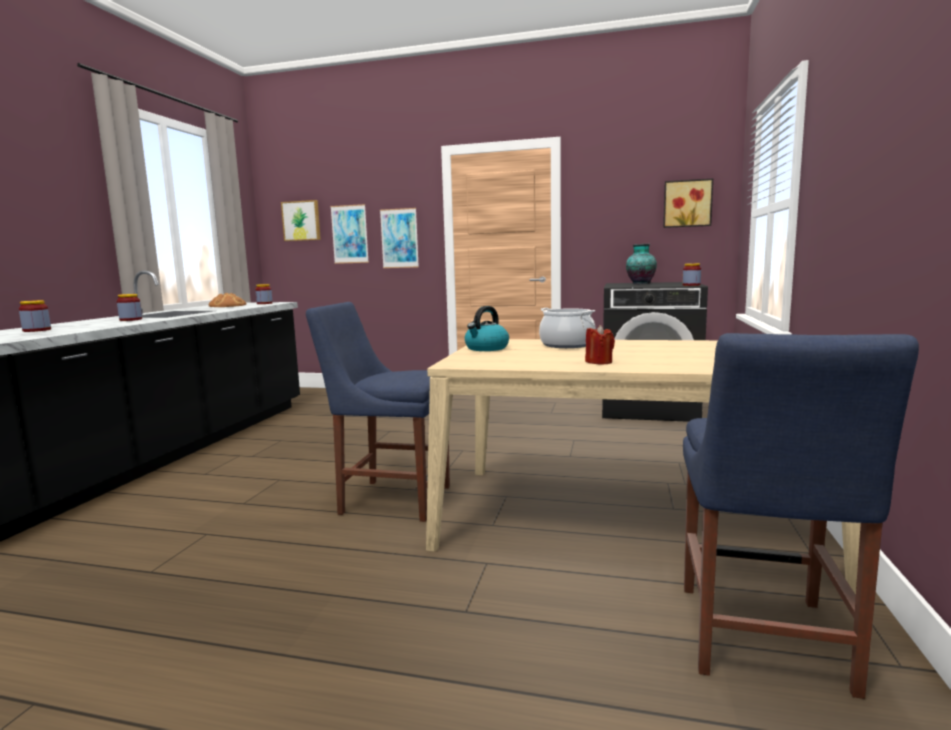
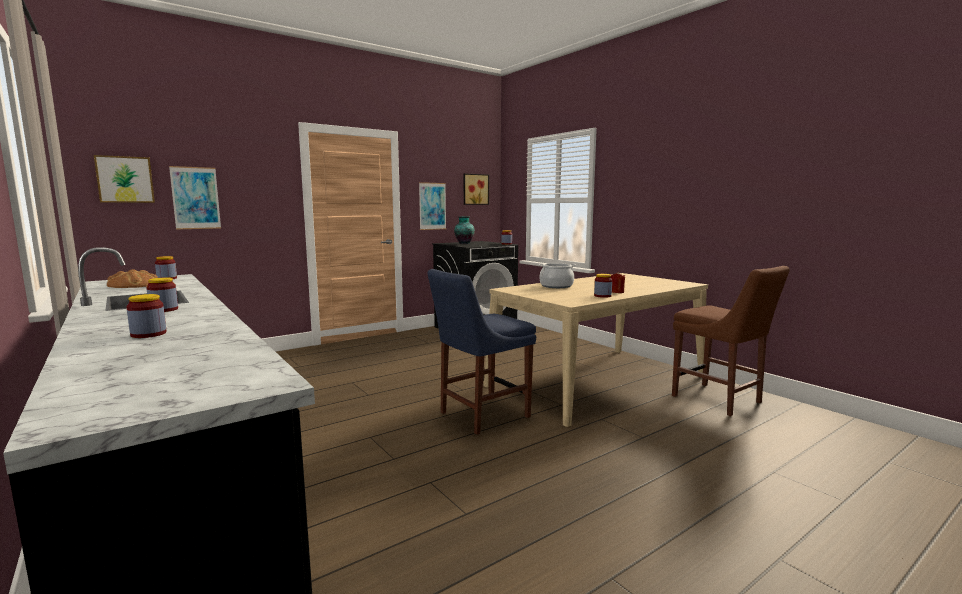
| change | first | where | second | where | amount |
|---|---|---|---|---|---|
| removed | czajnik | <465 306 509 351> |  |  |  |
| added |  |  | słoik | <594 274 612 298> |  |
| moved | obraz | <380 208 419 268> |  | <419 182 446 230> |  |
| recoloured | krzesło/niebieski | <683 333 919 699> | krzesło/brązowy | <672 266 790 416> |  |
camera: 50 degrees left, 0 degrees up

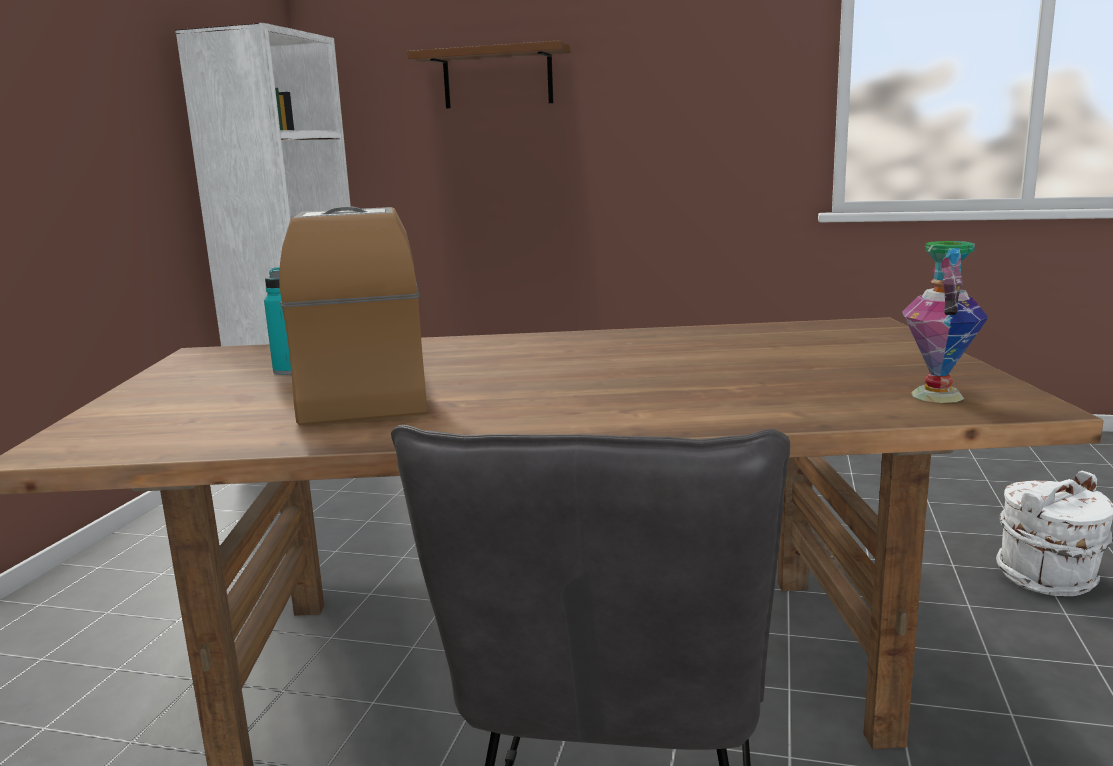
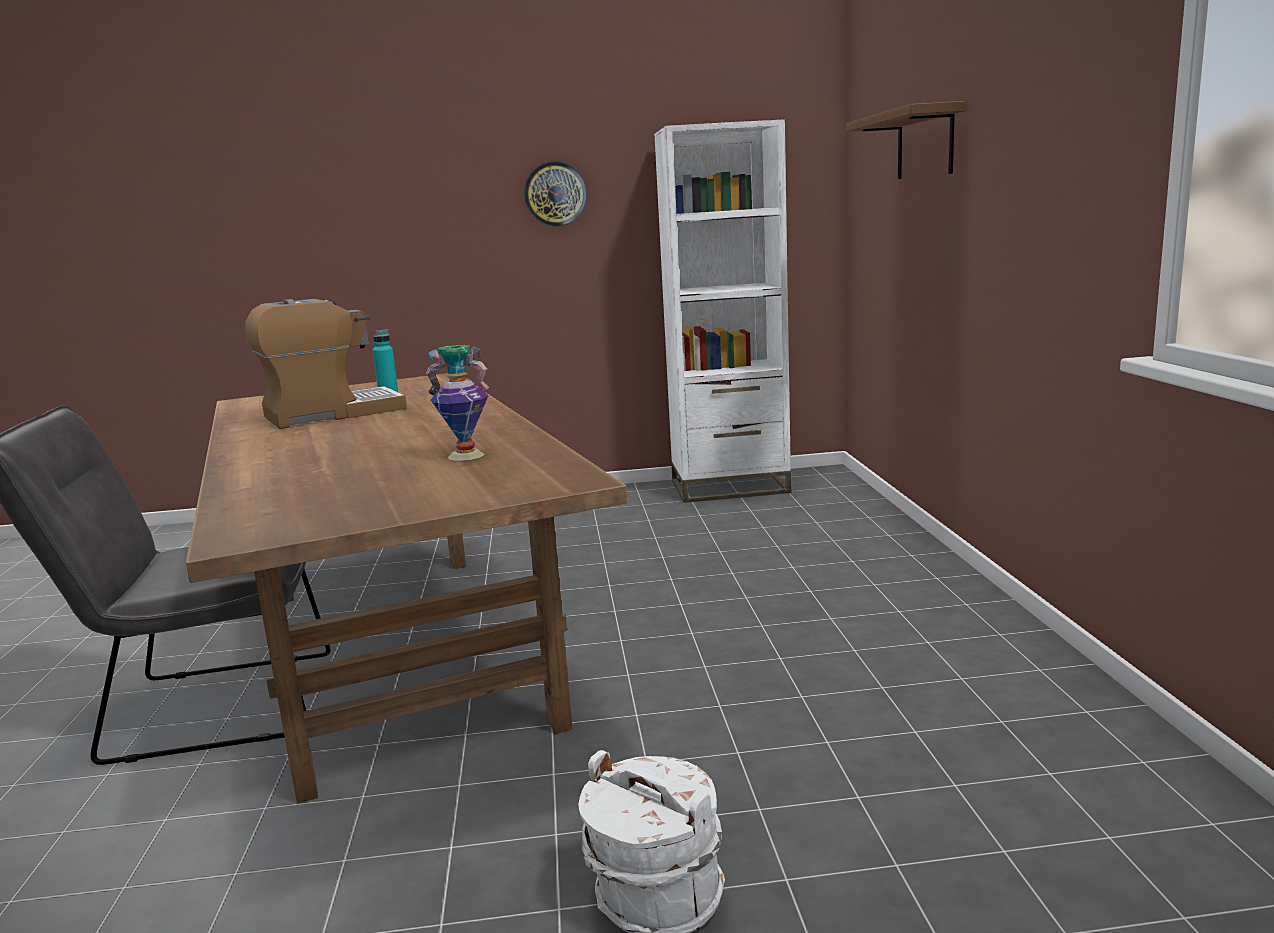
| change | first | where | second | where | amount |
|---|---|---|---|---|---|
| added |  |  | zegar ścienny | <524 161 587 227> |  |
| moved | wazon | <902 241 988 403> |  | <425 345 489 461> |  |
camera: 70 degrees right, 0 degrees up

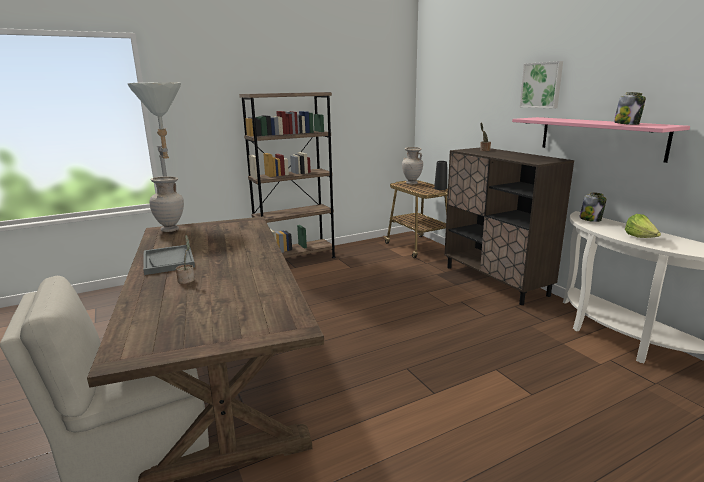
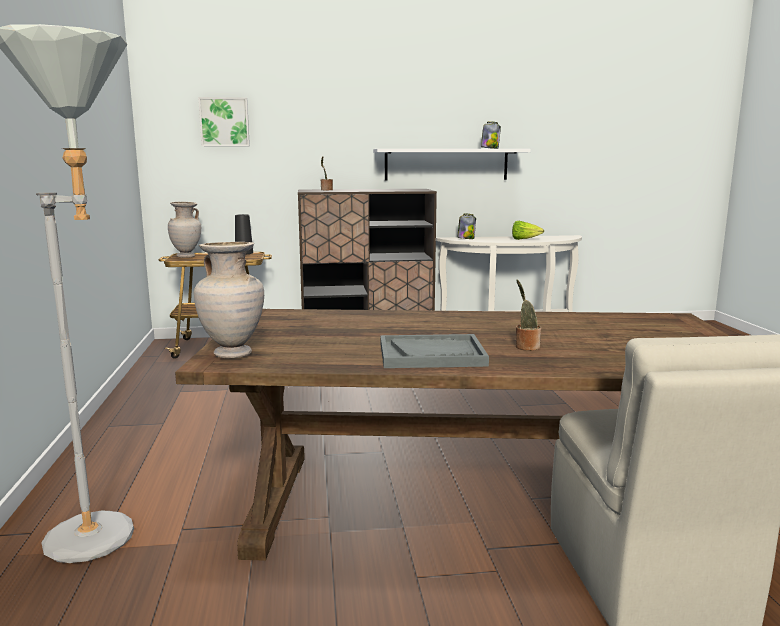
| change | first | where | second | where | amount |
|---|---|---|---|---|---|
| removed | regał/brązowy | <239 92 336 258> |  |  |  |
| moved | obraz | <520 61 563 108> |  | <198 97 250 146> |  |
| recoloured | półka/różowy | <512 117 690 163> | półka/biały | <373 149 531 180> |  |
camera: 70 degrees left, 5 degrees down

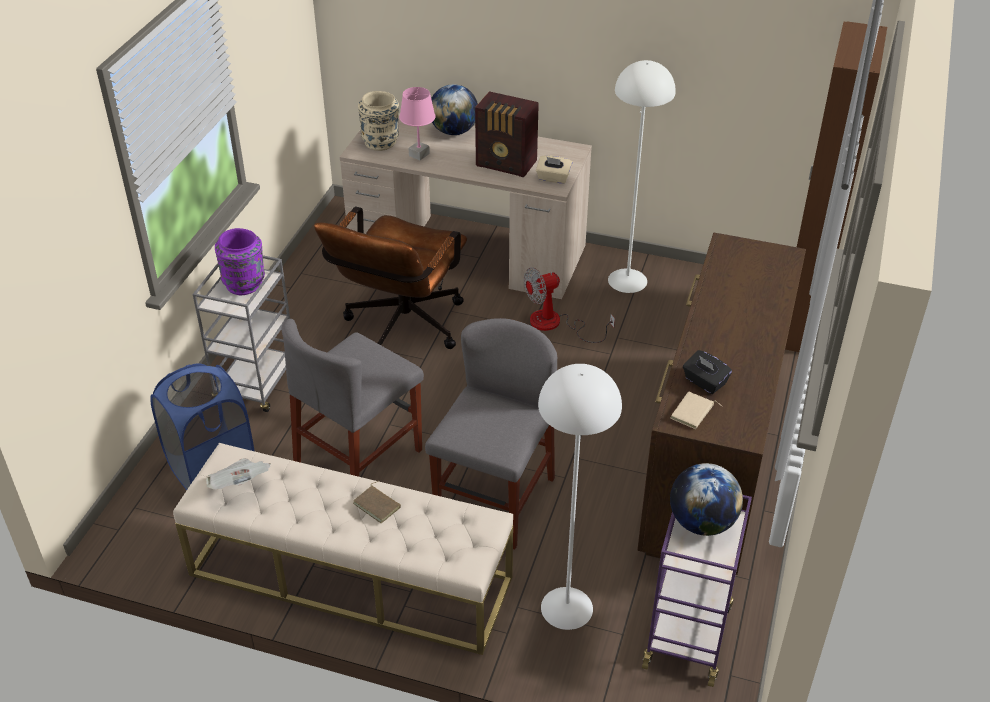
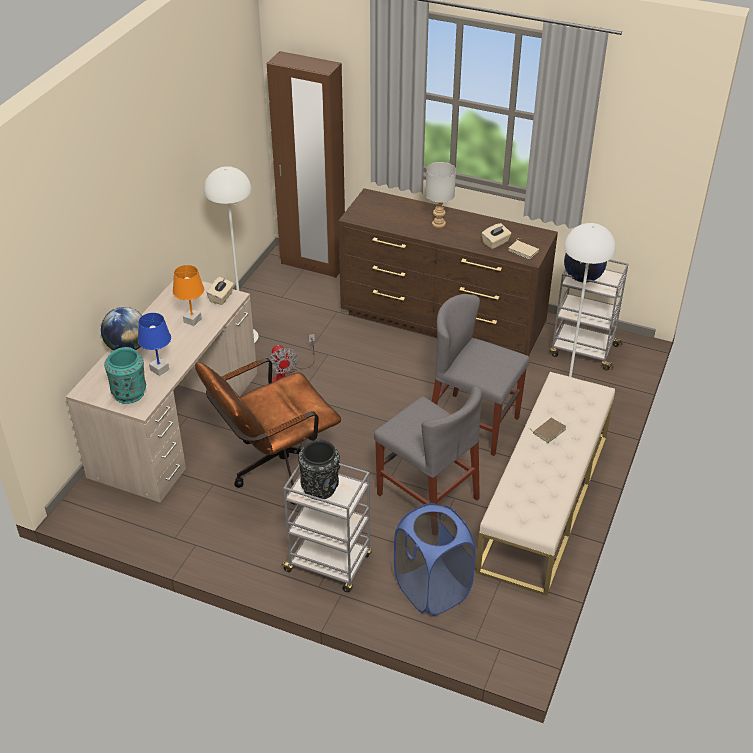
| change | first | where | second | where | amount |
|---|---|---|---|---|---|
| removed | gazeta | <206 458 271 490> |  |  |  |
| added |  |  | lampa stołowa/szary | <426 162 456 228> |  |
| replaced | radio | <475 91 539 177> | lampa stołowa/pomarańczowy | <173 265 204 326> |  |
| recoloured | wazon/fioletowy | <215 228 265 295> | wazon/czarny | <298 440 340 500> |  |
| recoloured | wazon/beżowy | <358 91 399 151> | wazon/turkusowy | <104 347 146 404> |  |
| recoloured | lampa stołowa/różowy | <399 87 436 160> | lampa stołowa/niebieski | <138 313 171 376> |  |
| recoloured | wózek/fioletowy | <642 495 752 687> | wózek/szary | <550 260 628 370> |  |
| recoloured | pudełko chusteczek/czarny | <683 350 732 394> | pudełko chusteczek/beżowy | <481 223 511 249> |  |
| turned | krzesło biurowe/brązowy | <314 207 467 349> |  | <195 358 341 504> | 120 degrees clockwise |
camera: 85 degrees left, 0 degrees up

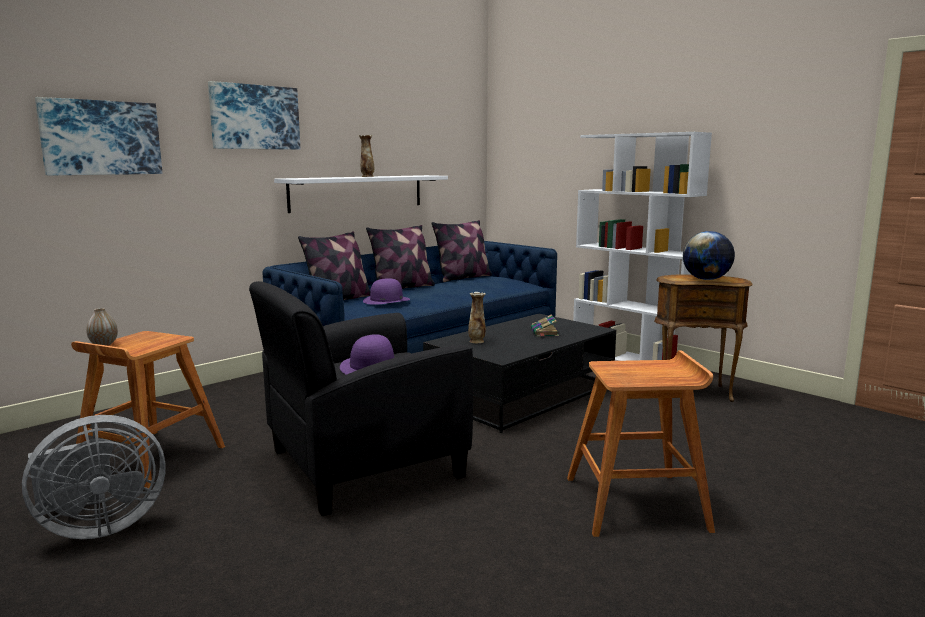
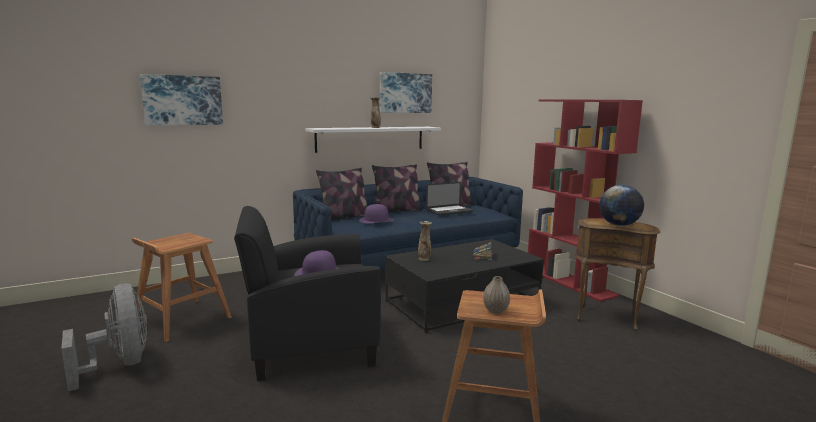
| change | first | where | second | where | amount |
|---|---|---|---|---|---|
| added |  |  | laptop | <426 182 473 216> |  |
| moved | wazon | <86 308 118 346> |  | <483 276 510 314> |  |
| moved | obraz | <208 81 300 150> |  | <380 72 432 113> |  |
| recoloured | regał/biały | <573 132 712 361> | regał/czerwony | <528 99 643 302> |  |
| turned | wentylator/szary | <22 415 165 539> |  | <61 284 147 391> | 105 degrees counterclockwise |
camera: 15 degrees right, 0 degrees up

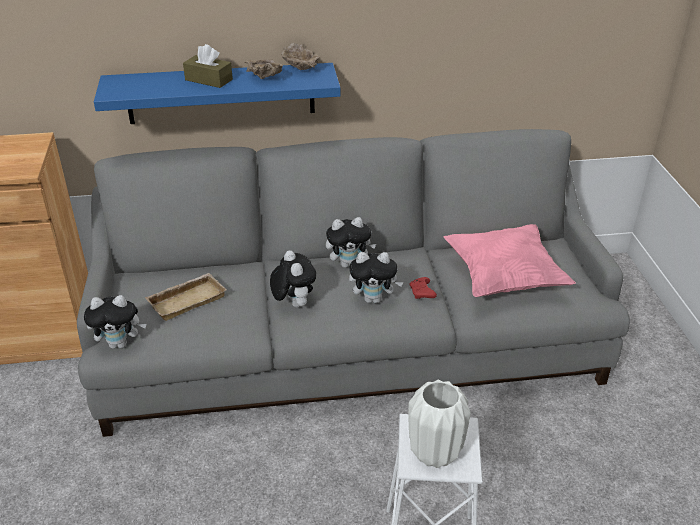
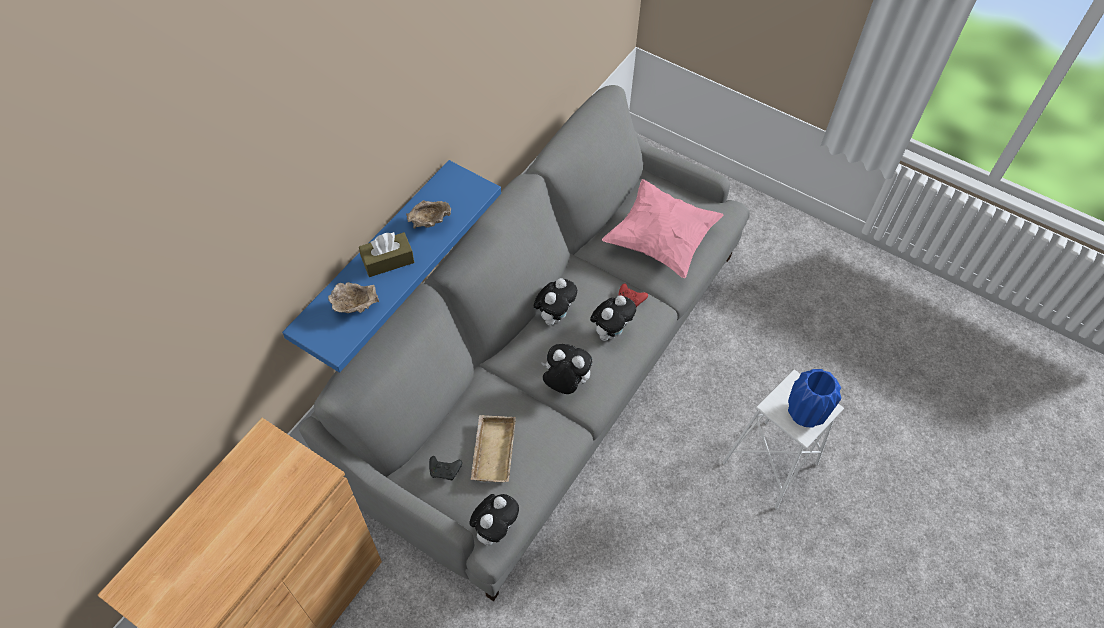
| change | first | where | second | where | amount |
|---|---|---|---|---|---|
| added |  |  | pad do gier/czarny | <429 456 462 481> |  |
| moved | miska/beżowy | <281 43 321 70> |  | <328 282 379 313> |  |
| recoloured | wazon/biały | <408 380 471 468> | wazon/niebieski | <788 369 841 428> |  |
camera: 50 degrees left, 20 degrees up

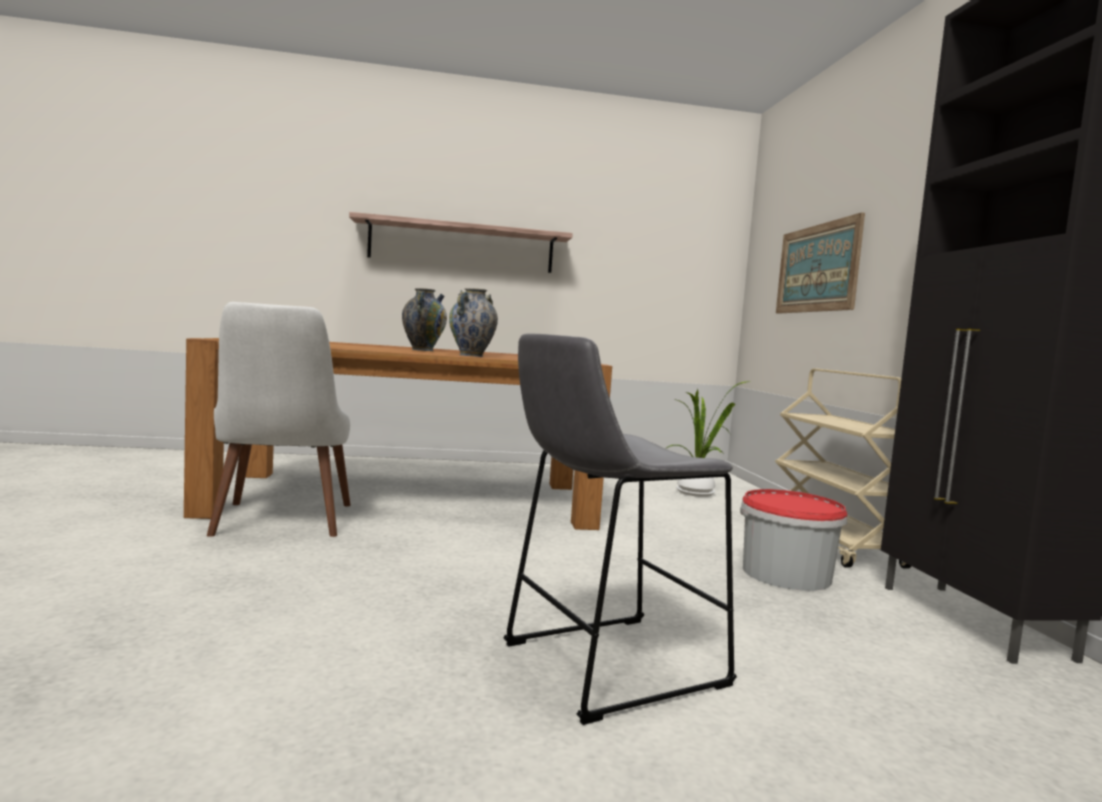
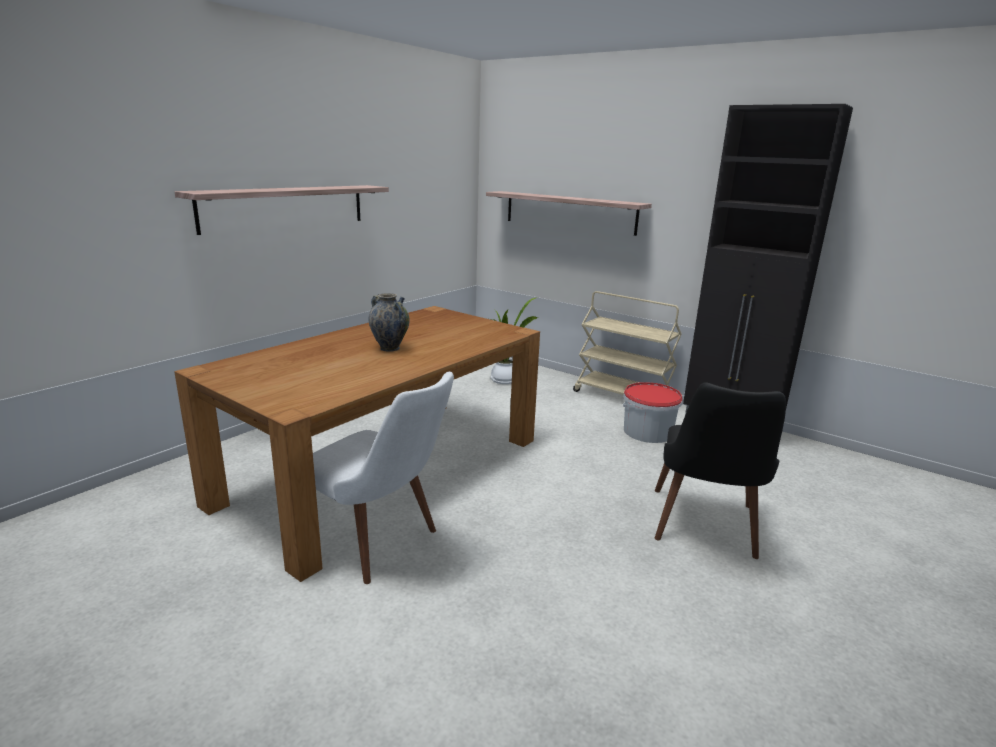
| change | first | where | second | where | amount |
|---|---|---|---|---|---|
| removed | wazon | <449 288 498 357> |  |  |  |
| replaced | stołek/szary | <503 333 737 725> | krzesło/czarny | <655 382 786 559> |  |
| replaced | obraz | <776 212 865 314> | półka | <486 191 652 236> |  |
camera: 45 degrees left, 15 degrees up

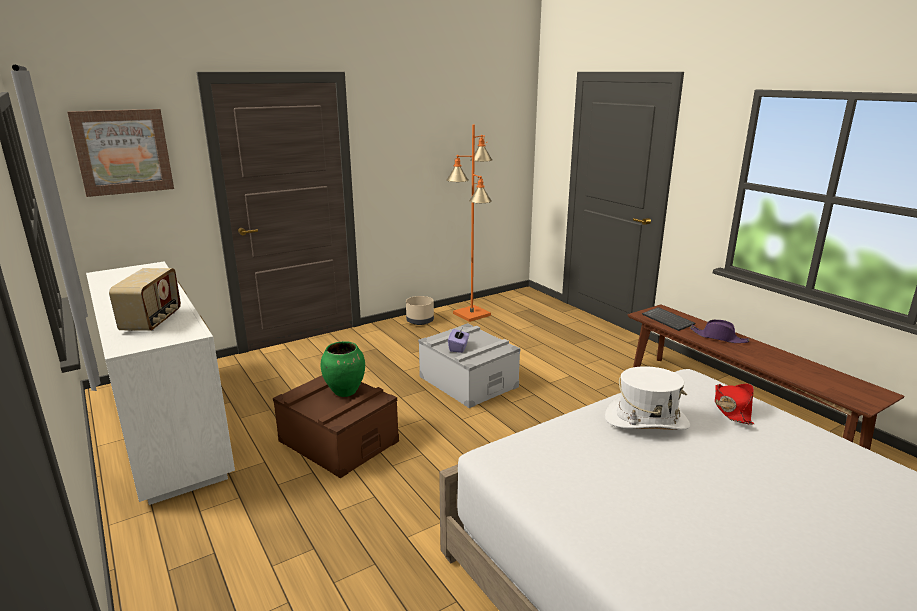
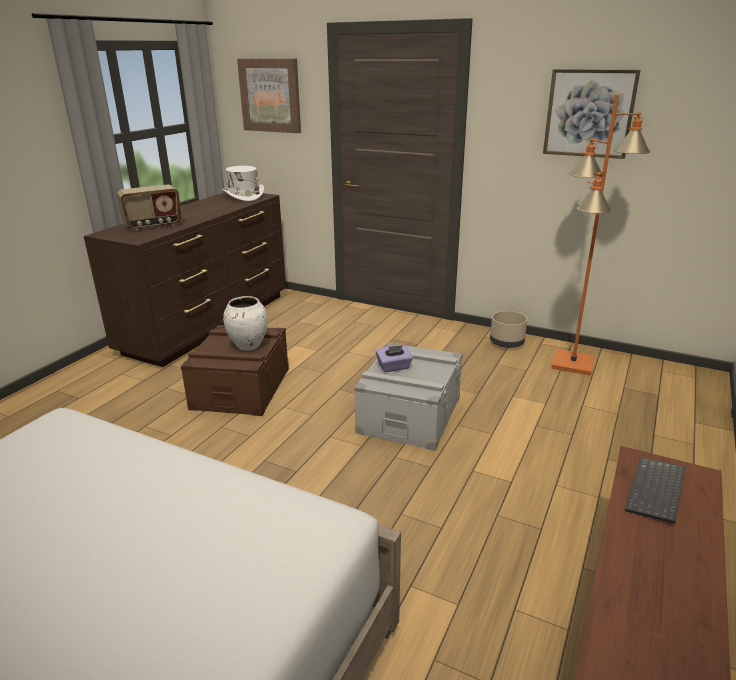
| change | first | where | second | where | amount |
|---|---|---|---|---|---|
| removed | kapelusz/fioletowy | <690 319 750 343> |  |  |  |
| removed | kapelusz/czerwony | <715 384 755 425> |  |  |  |
| added |  |  | obraz | <543 69 640 159> |  |
| moved | kapelusz/biały | <605 366 690 430> |  | <222 166 264 201> |  |
| recoloured | komoda/biały | <86 262 235 505> | komoda/brązowy | <84 192 286 367> |  |
| recoloured | wazon/zielony | <321 341 365 397> | wazon/biały | <223 296 268 351> |  |
camera: 60 degrees right, 5 degrees up

